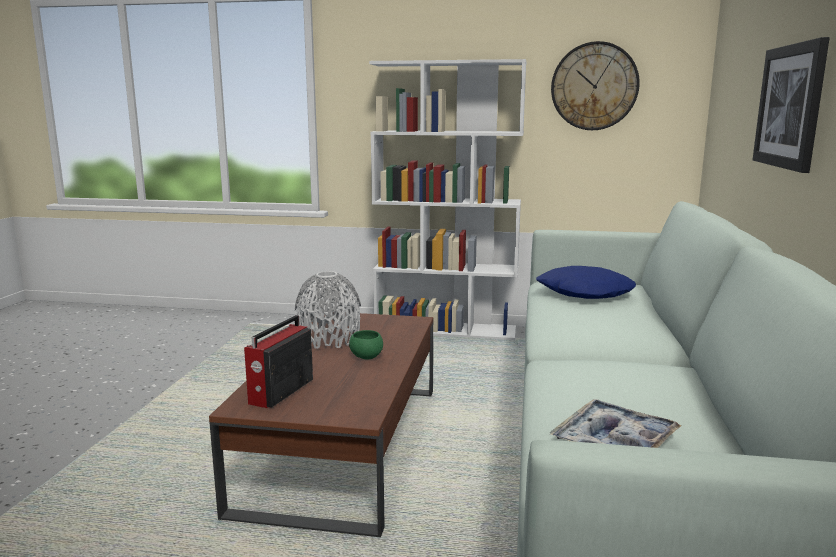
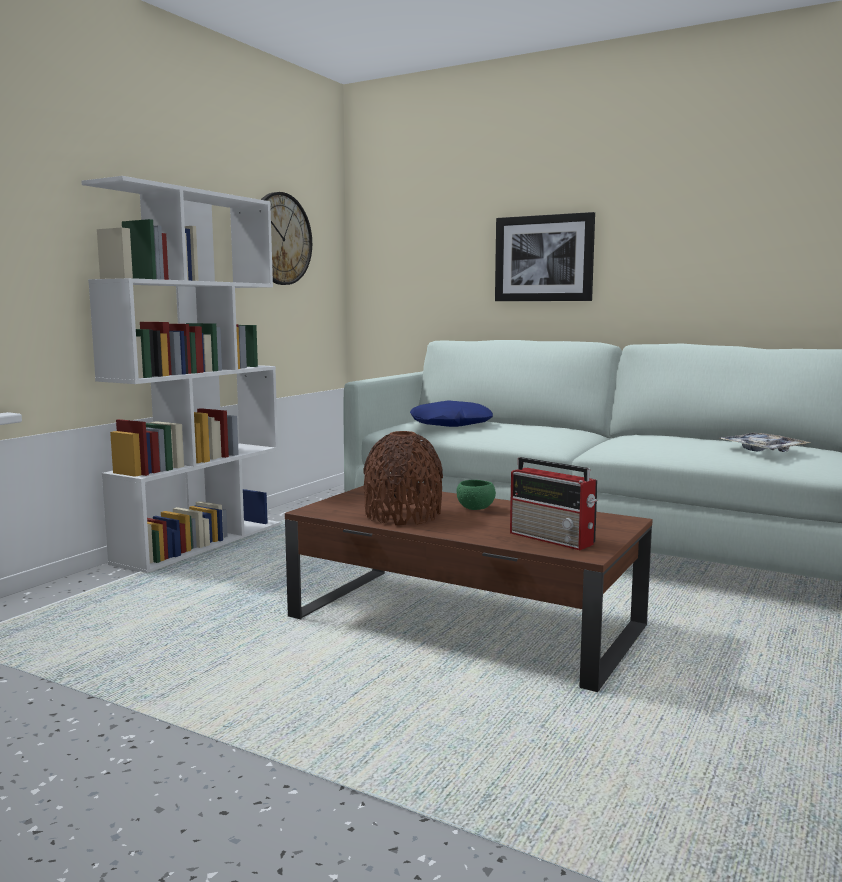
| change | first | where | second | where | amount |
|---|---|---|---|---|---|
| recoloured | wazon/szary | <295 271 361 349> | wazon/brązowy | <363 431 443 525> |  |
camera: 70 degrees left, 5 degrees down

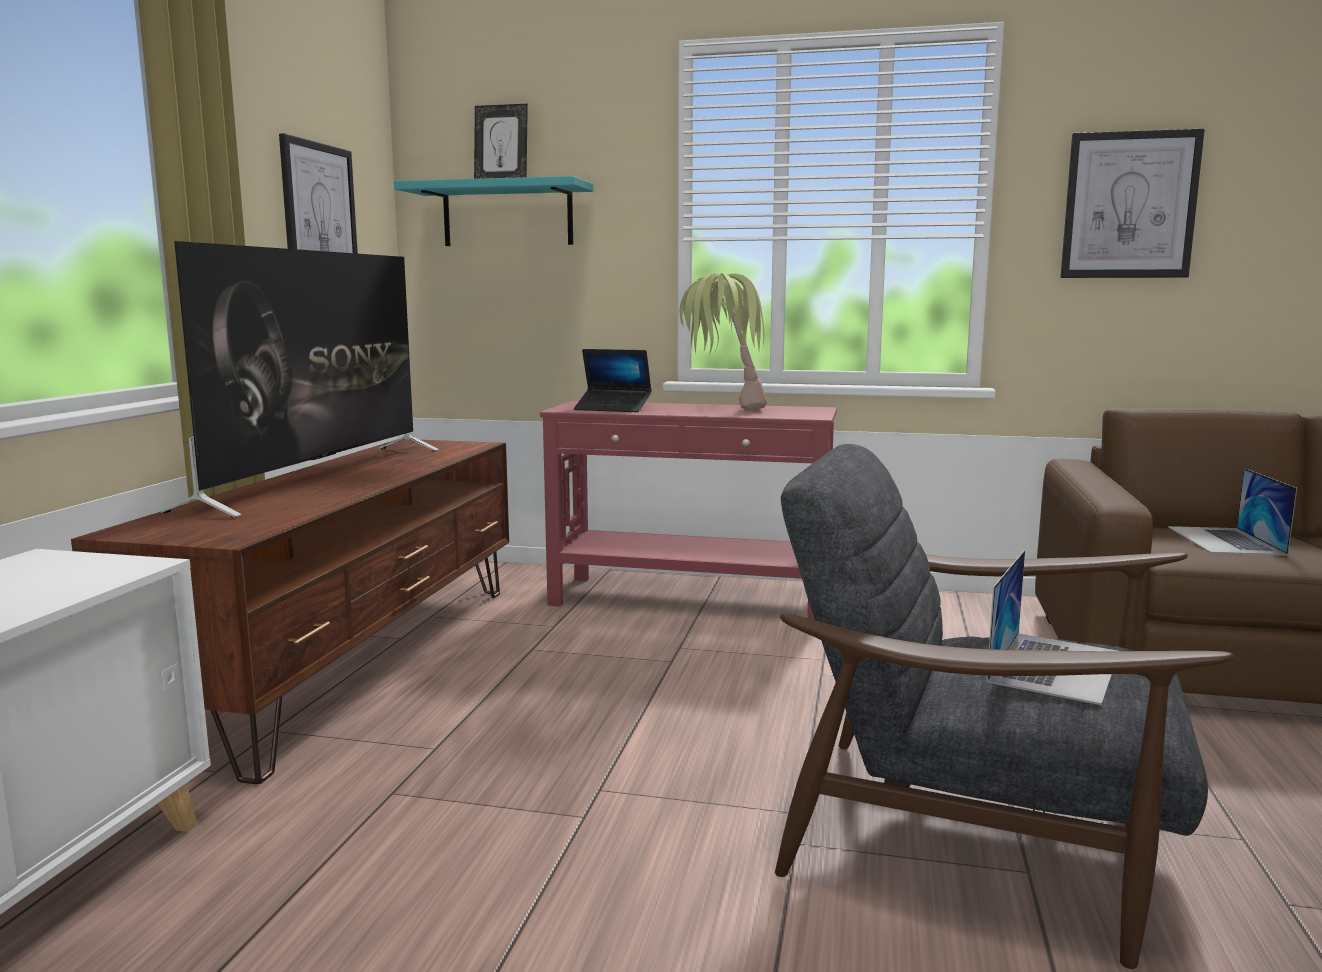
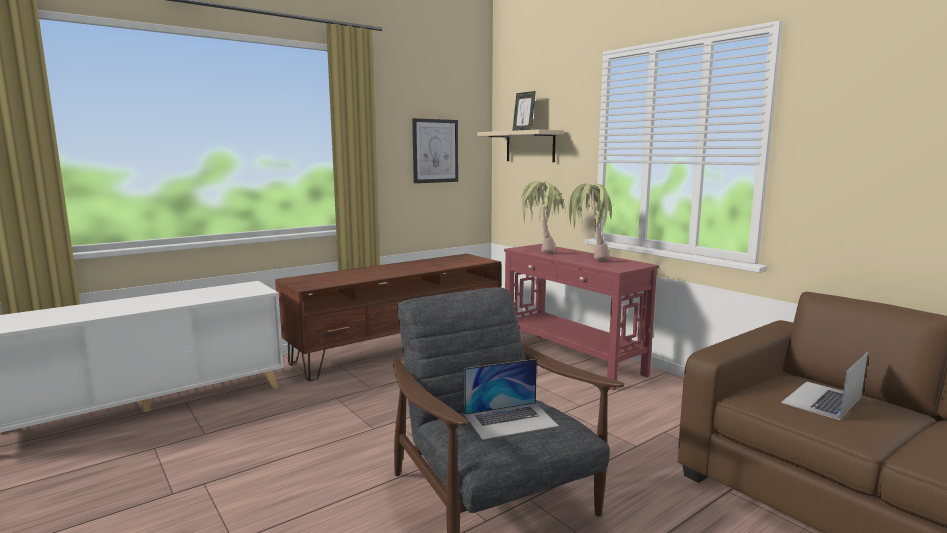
| change | first | where | second | where | amount |
|---|---|---|---|---|---|
| removed | telewizor | <160 241 439 518> |  |  |  |
| removed | obraz | <1060 129 1205 278> |  |  |  |
| replaced | laptop | <574 349 652 412> | roślina doniczkowa | <519 181 566 254> |  |
| recoloured | półka/turkusowy | <394 176 593 246> | półka/beżowy | <477 129 564 162> |  |
camera: 40 degrees right, 0 degrees up

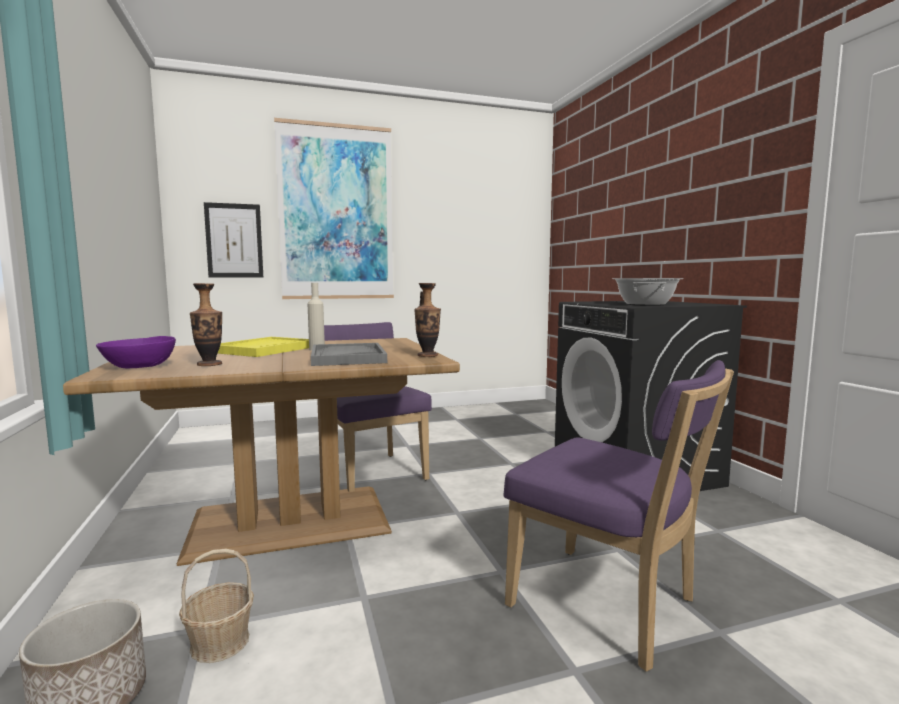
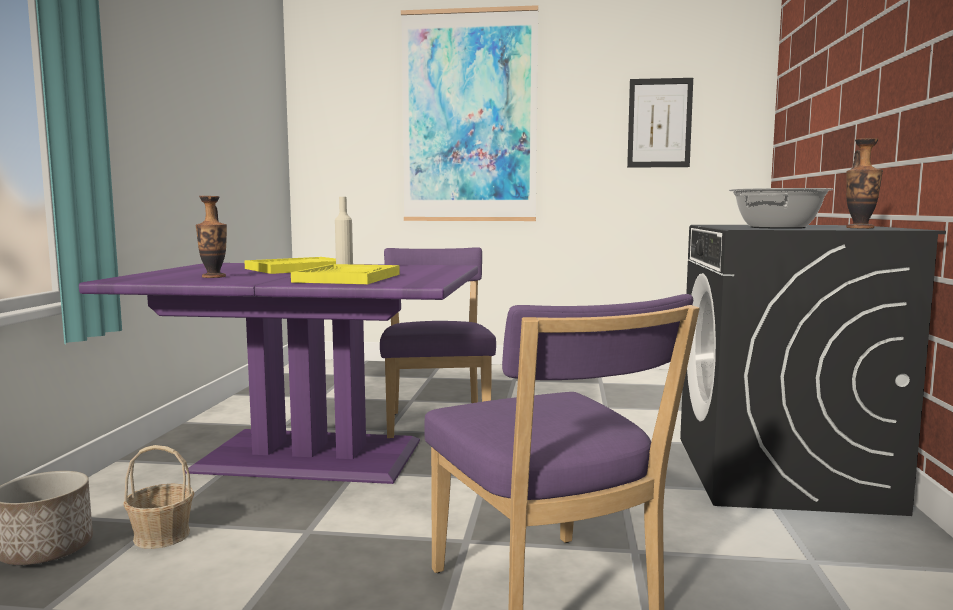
| change | first | where | second | where | amount |
|---|---|---|---|---|---|
| removed | miska/fioletowy | <96 336 176 368> |  |  |  |
| moved | obraz | <204 202 263 278> |  | <627 78 693 168> |  |
| moved | wazon | <414 283 441 357> |  | <846 138 883 229> |  |
| recoloured | stół jadalny/brązowy | <63 338 460 566> | stół jadalny/fioletowy | <79 263 478 484> |  |
| recoloured | taca/szary | <311 343 387 366> | taca/żółty | <291 264 400 284> |  |
camera: 25 degrees right, 0 degrees up

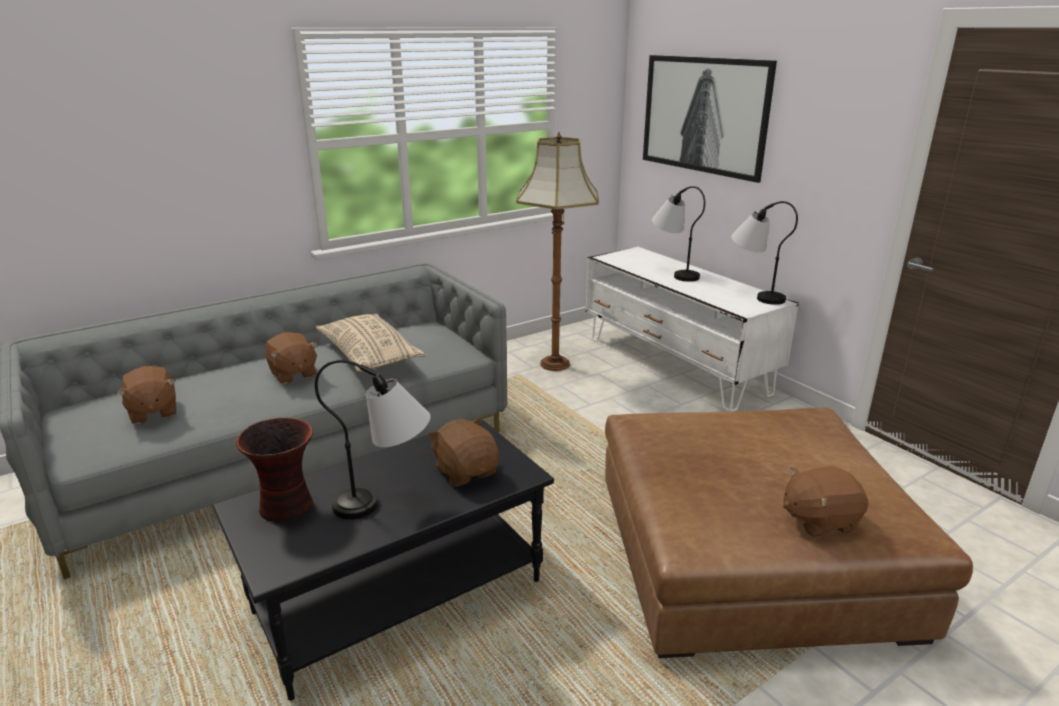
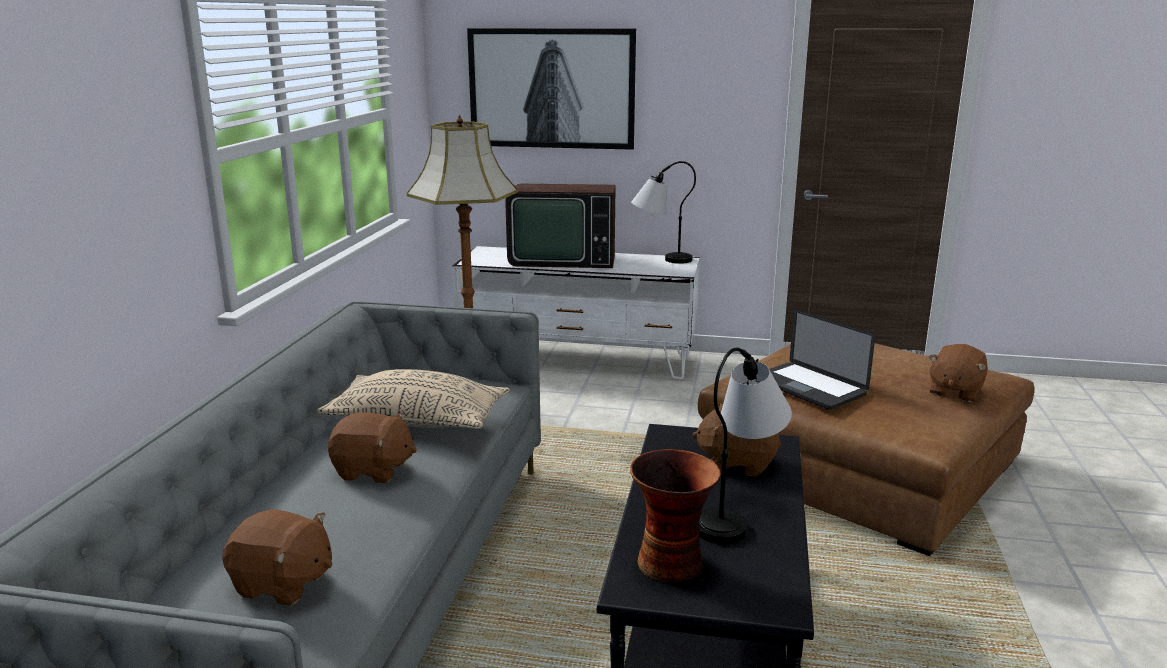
| change | first | where | second | where | amount |
|---|---|---|---|---|---|
| added |  |  | laptop | <769 309 875 410> |  |
| replaced | lampa stołowa | <652 186 705 282> | telewizor | <505 184 616 268> |  |
camera: 45 degrees left, 5 degrees down

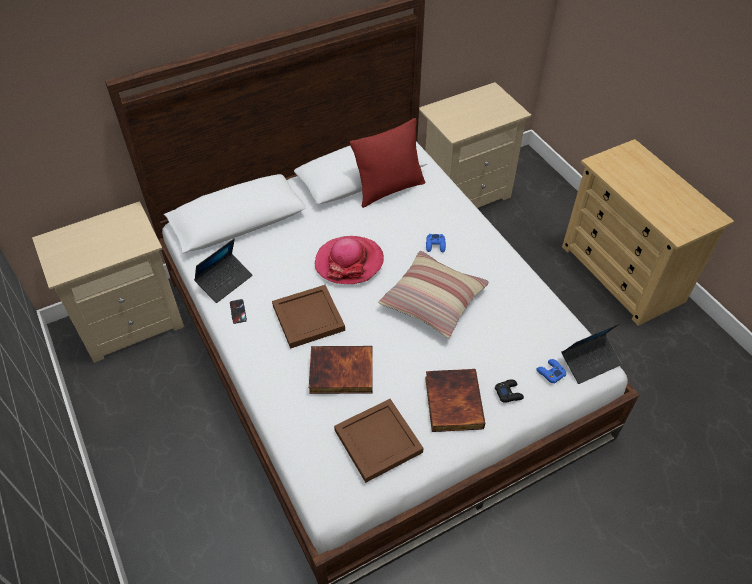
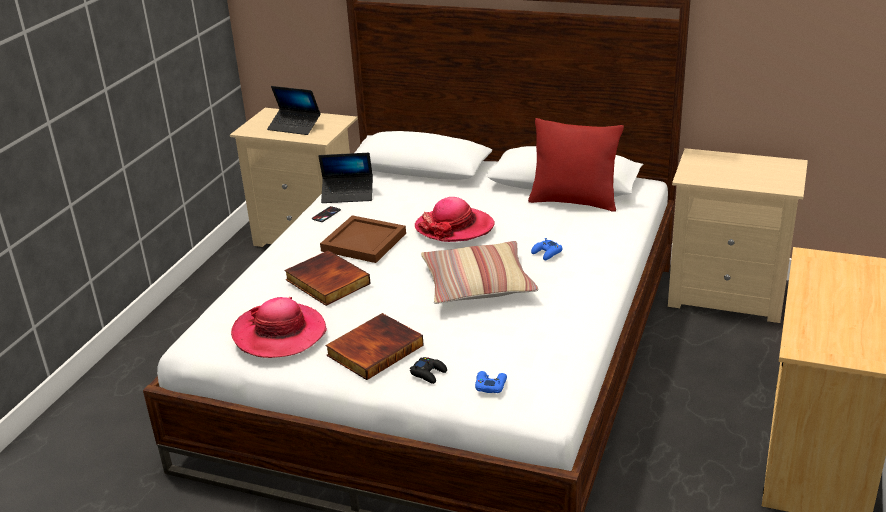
| change | first | where | second | where | amount |
|---|---|---|---|---|---|
| moved | laptop | <561 323 622 384> |  | <267 86 321 135> |  |
| replaced | taca/brązowy | <334 399 424 483> | kapelusz | <231 297 327 358> |  |
camera: 50 degrees right, 20 degrees down

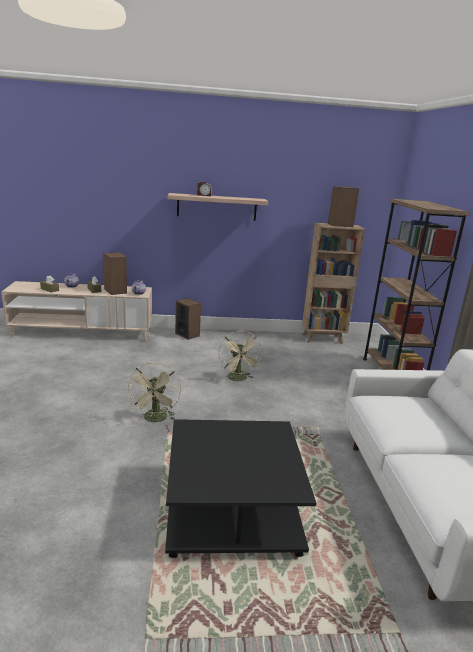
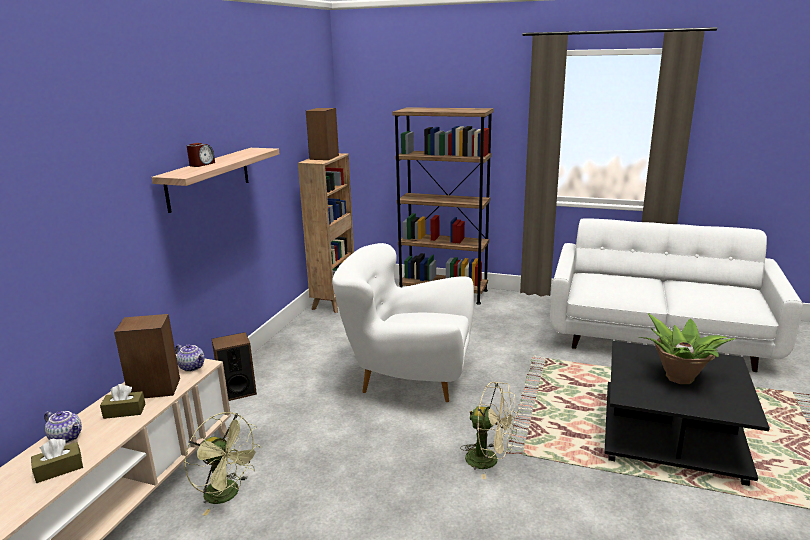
| change | first | where | second | where | amount |
|---|---|---|---|---|---|
| added |  |  | wentylator/zielony | <185 412 261 516> |  |
| added |  |  | roślina doniczkowa | <638 314 735 384> |  |
| replaced | wentylator/beżowy | <218 331 263 381> | fotel/biały | <332 243 474 402> |  |
camera: 65 degrees left, 0 degrees up

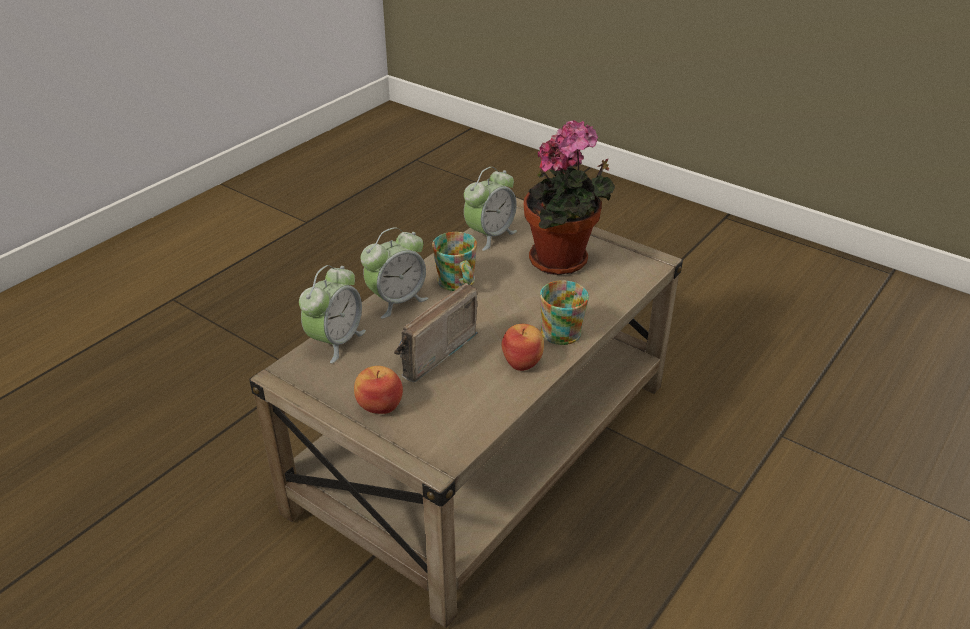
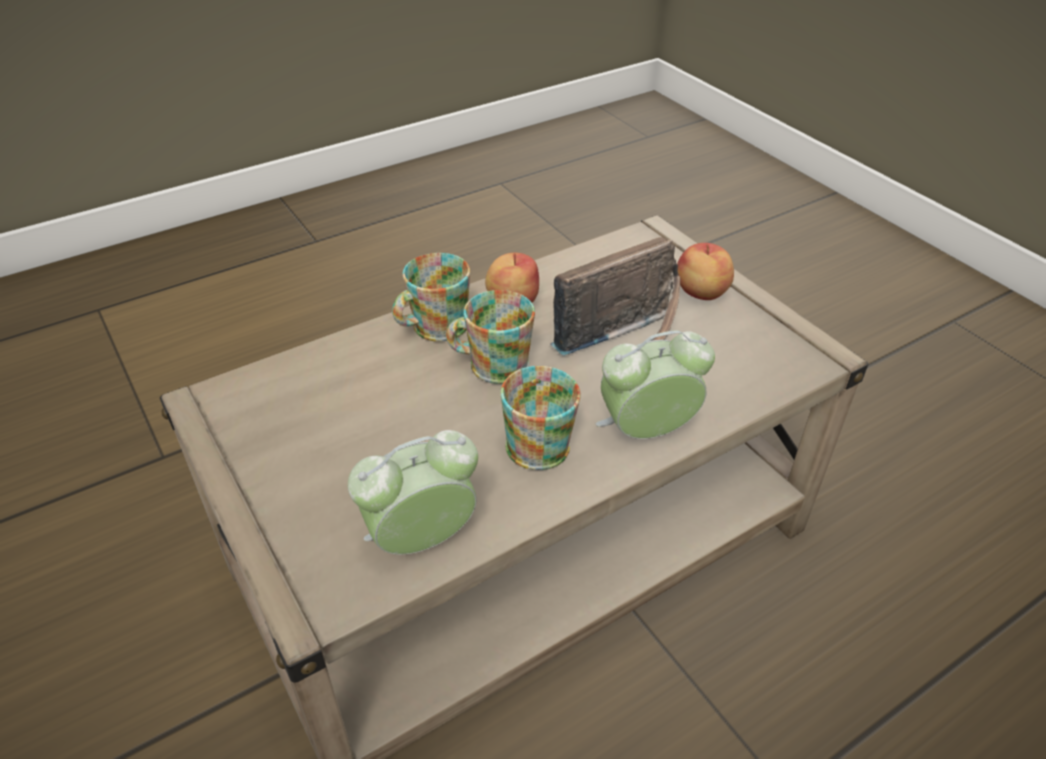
| change | first | where | second | where | amount |
|---|---|---|---|---|---|
| removed | budzik | <299 265 366 363> |  |  |  |
| removed | roślina doniczkowa | <524 120 615 275> |  |  |  |
| added |  |  | kubek | <446 290 535 384> |  |
camera: 160 degrees left, 5 degrees up

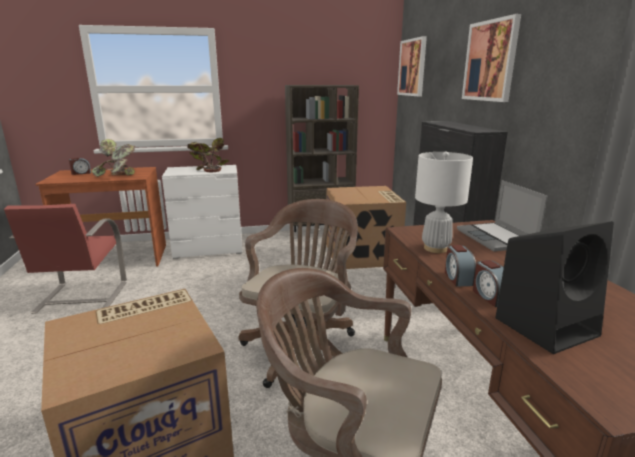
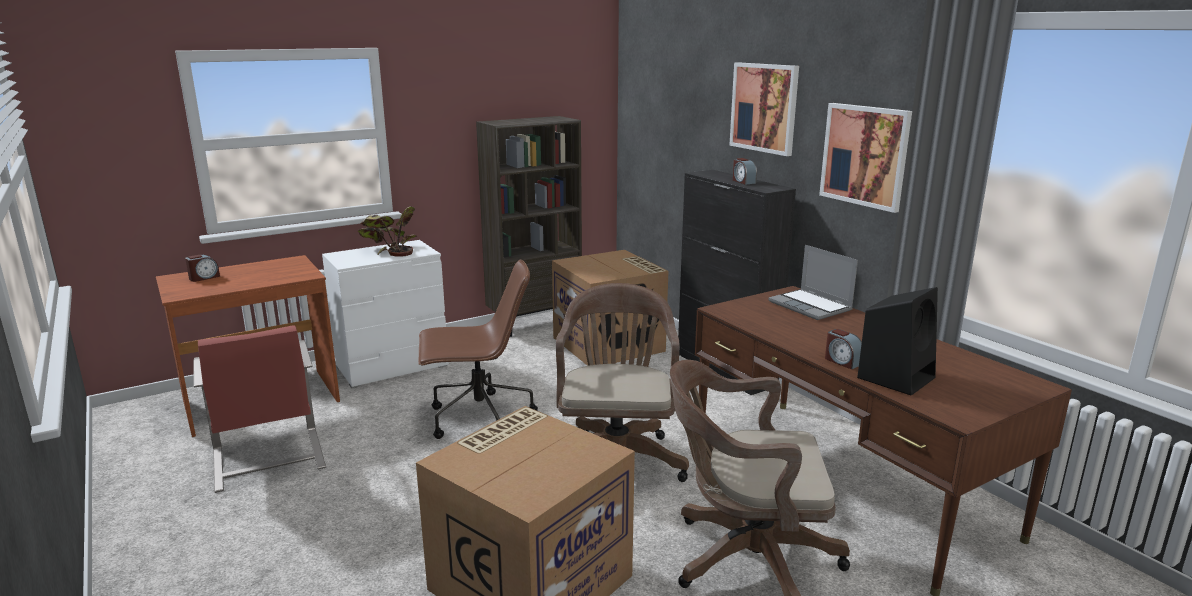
| change | first | where | second | where | amount |
|---|---|---|---|---|---|
| removed | roślina doniczkowa | <91 139 135 177> |  |  |  |
| removed | lampa stołowa/biały | <415 151 473 253> |  |  |  |
| added |  |  | krzesło biurowe/brązowy | <418 259 538 439> |  |
| moved | obraz | <397 36 427 96> |  | <819 103 912 213> |  |
| moved | budzik | <445 245 476 287> |  | <733 158 757 185> |  |
camera: 20 degrees left, 0 degrees up

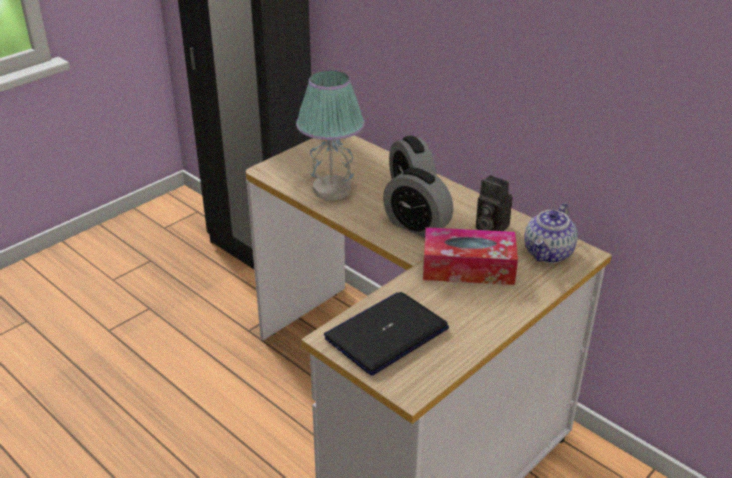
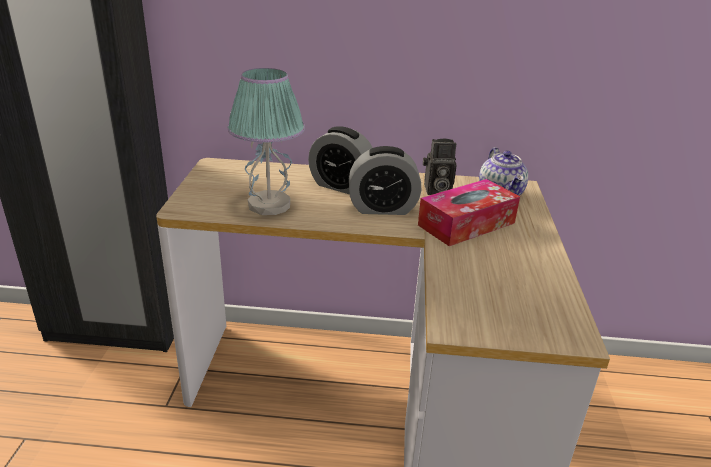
| change | first | where | second | where | amount |
|---|---|---|---|---|---|
| removed | laptop | <324 292 449 375> |  |  |  |
camera: 40 degrees left, 5 degrees down

